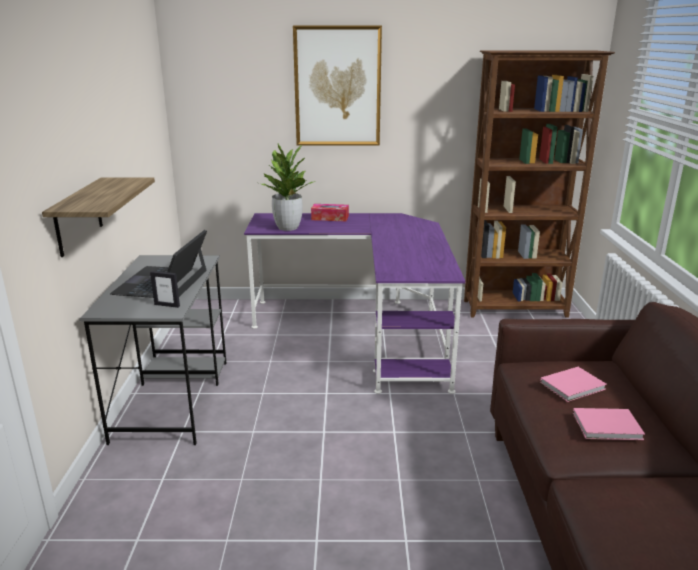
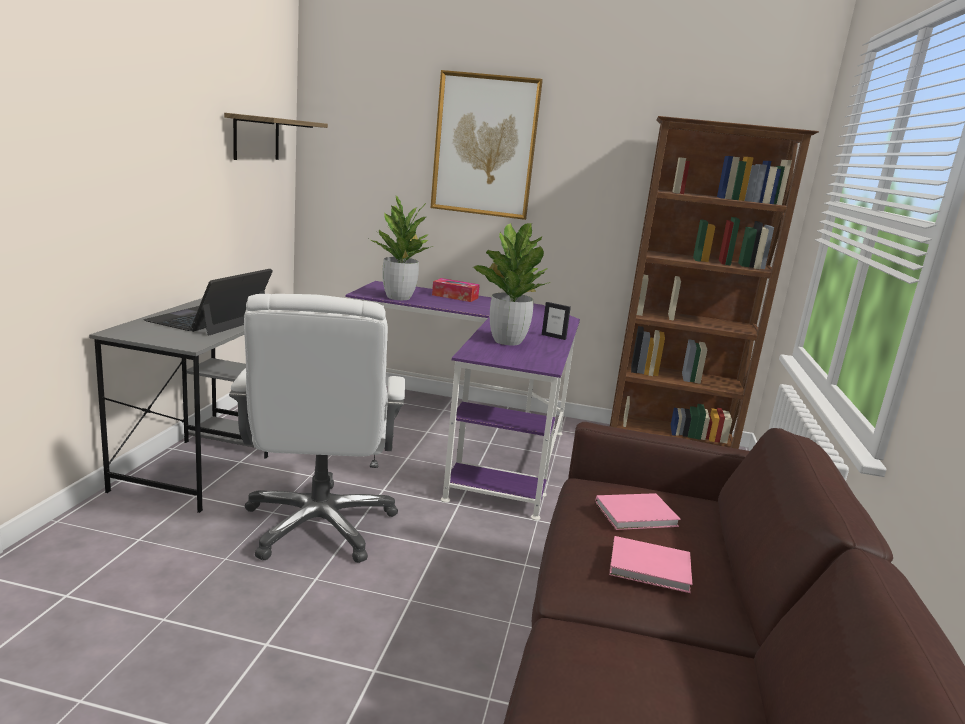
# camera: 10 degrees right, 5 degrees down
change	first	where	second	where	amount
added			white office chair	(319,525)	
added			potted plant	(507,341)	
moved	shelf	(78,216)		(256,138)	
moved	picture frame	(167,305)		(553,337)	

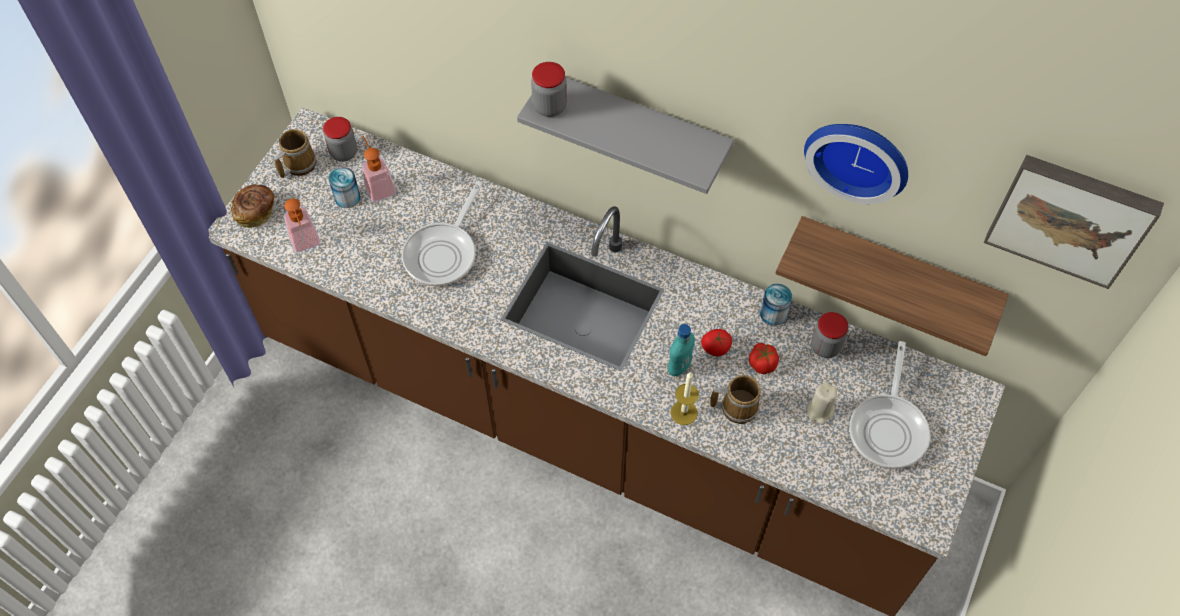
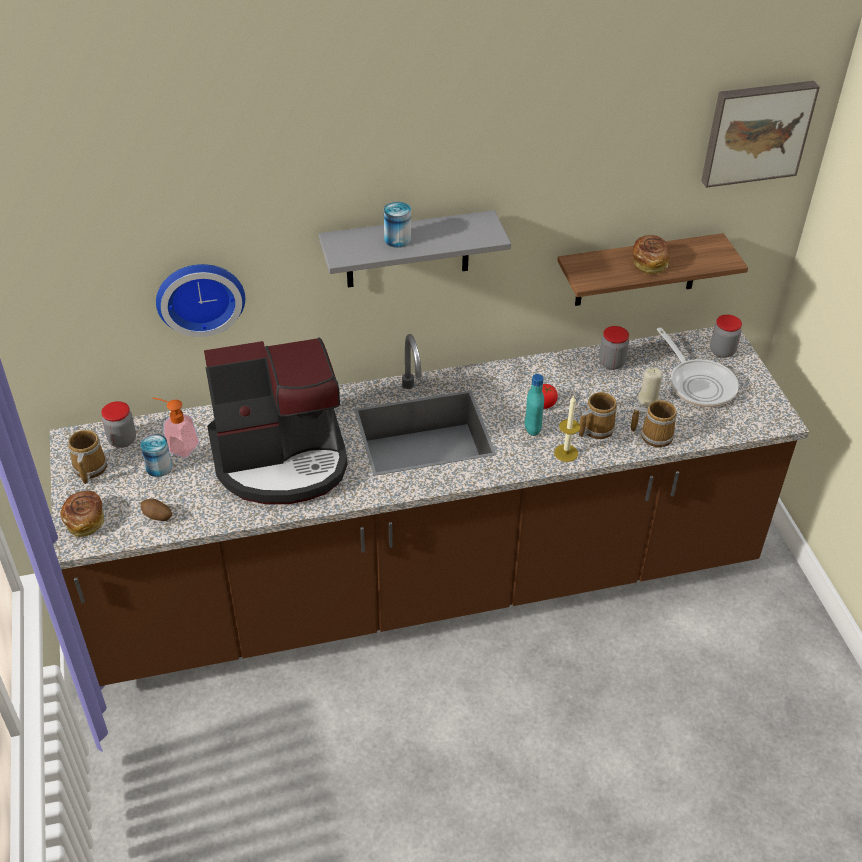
# camera: 40 degrees left, 15 degrees down
change	first	where	second	where	amount
removed	tomato	(762,363)			
added			mug	(654,435)	
added			bread	(649,262)	
moved	jar	(549,106)		(722,351)	
moved	can	(773,313)		(397,239)	
moved	wall clock	(858,156)		(200,295)	
replaced	soap dispenser	(306,244)	potato	(157,517)	
replaced	frying pan	(444,253)	coffee machine	(281,459)	

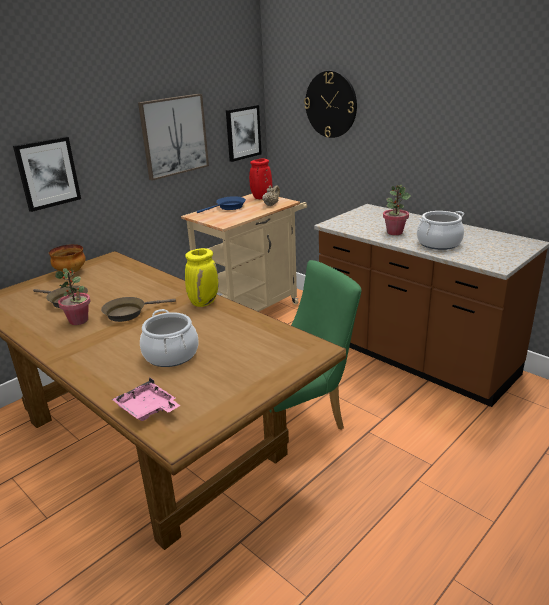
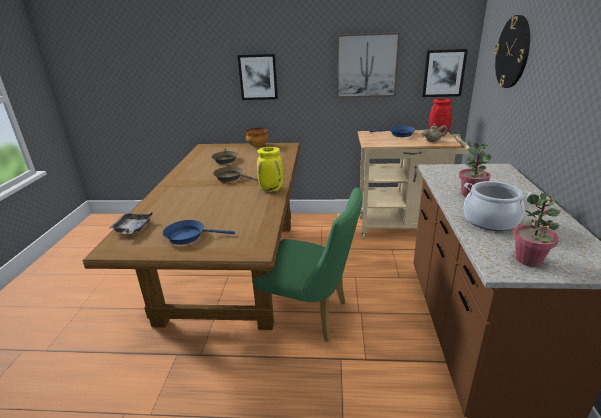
# camera: 50 degrees right, 0 degrees up
change	first	where	second	where	amount
removed	cooking pot	(171,355)			
added			blue frying pan	(189,236)	
moved	potted plant	(79,320)		(528,260)	
recoloured	pink tray	(147,409)	grey tray	(132,228)	

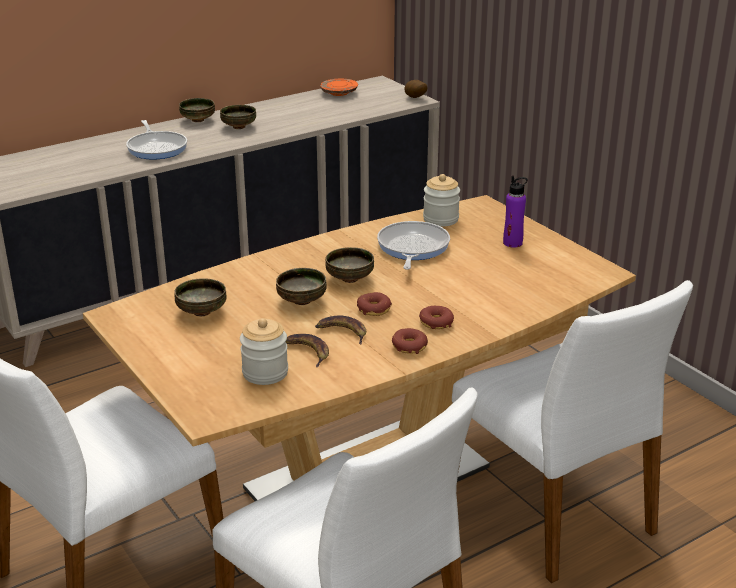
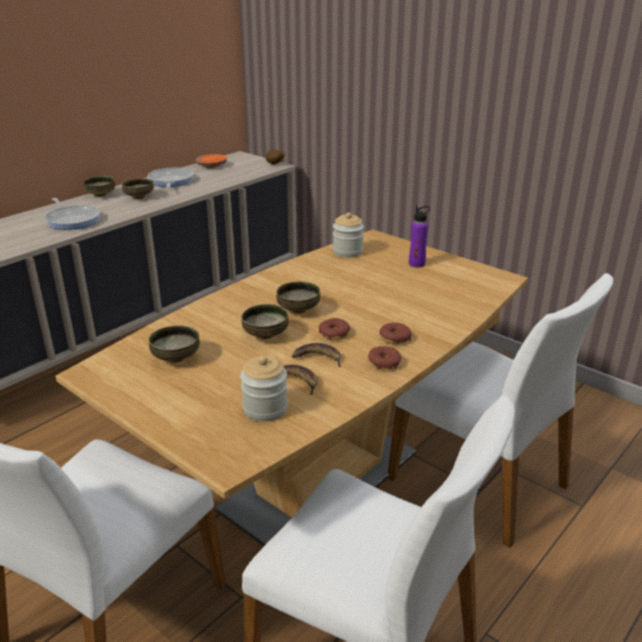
# camera: 15 degrees left, 0 degrees up
change	first	where	second	where	amount
moved	frying pan	(412,248)		(170,181)	

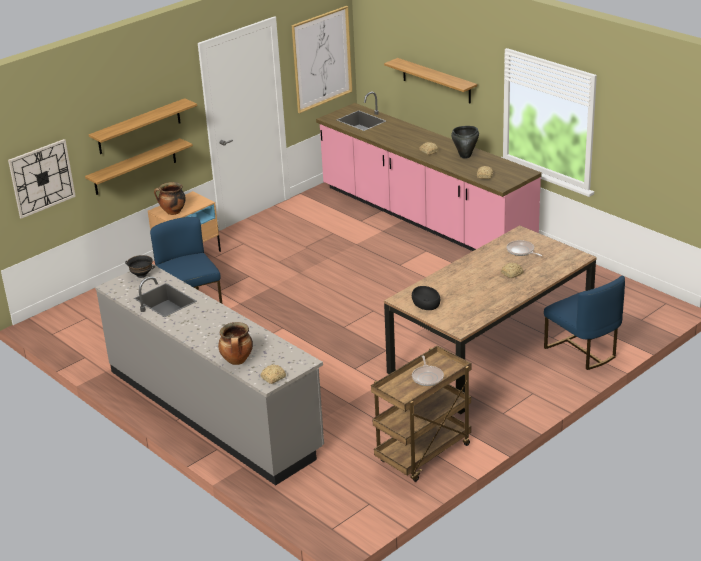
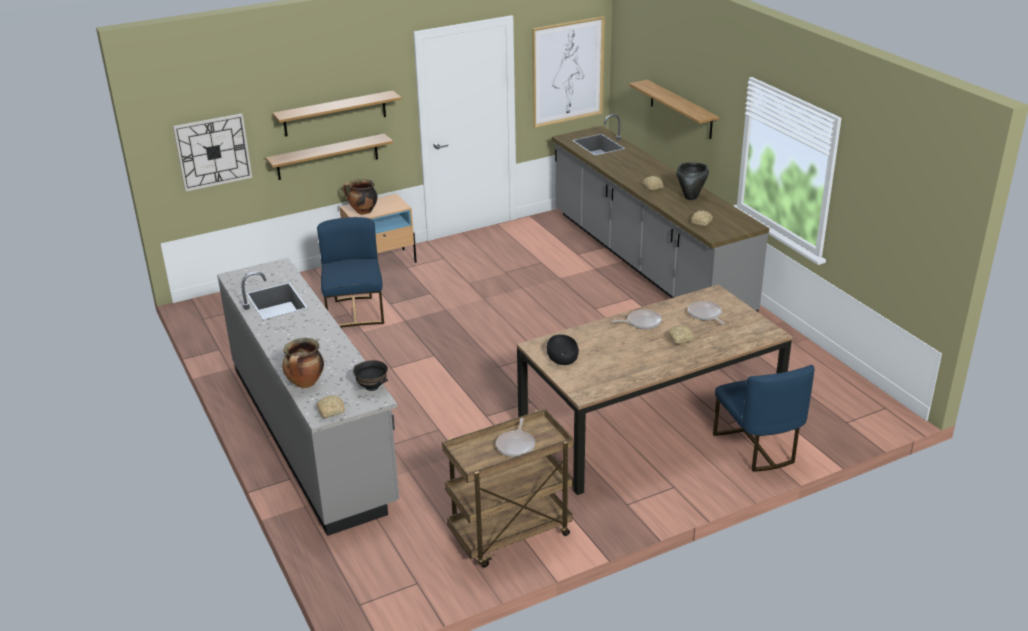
# camera: 15 degrees right, 0 degrees up
change	first	where	second	where	amount
added			frying pan	(642,322)	
moved	black bowl	(141,275)		(371,387)	
recoloured	pink counter	(424,219)	grey counter	(646,263)	

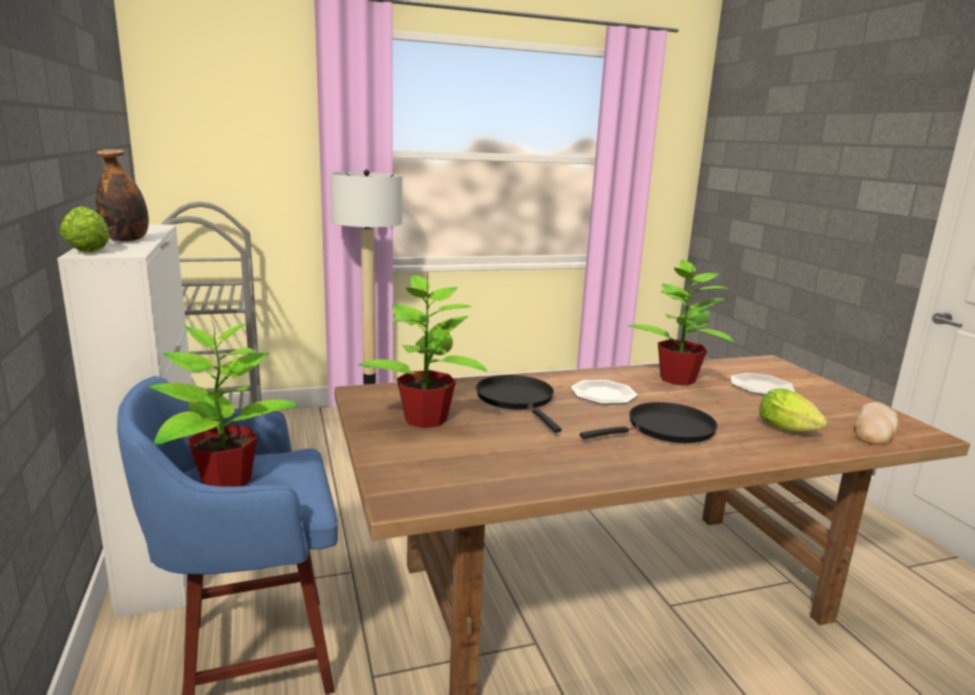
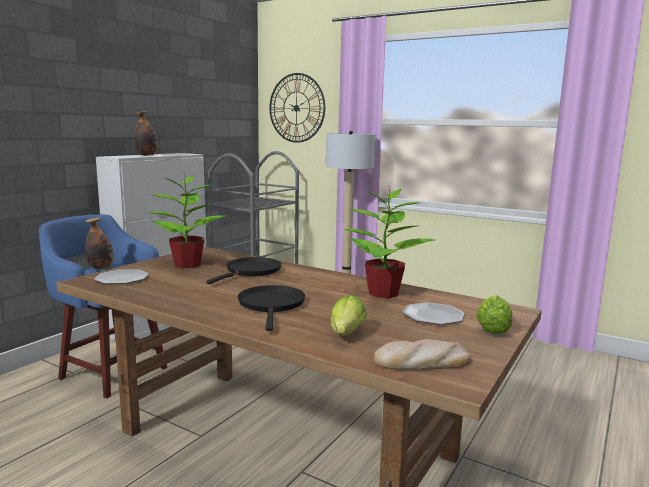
# camera: 50 degrees right, 5 degrees down
change	first	where	second	where	amount
added			wall clock	(296,108)	
moved	lettuce	(87,249)		(493,328)	
moved	plate	(603,394)		(122,278)	
replaced	potted plant	(224,481)	bottle	(101,268)	
turned	black frying pan	(665,429)		(272,305)	120 degrees counterclockwise

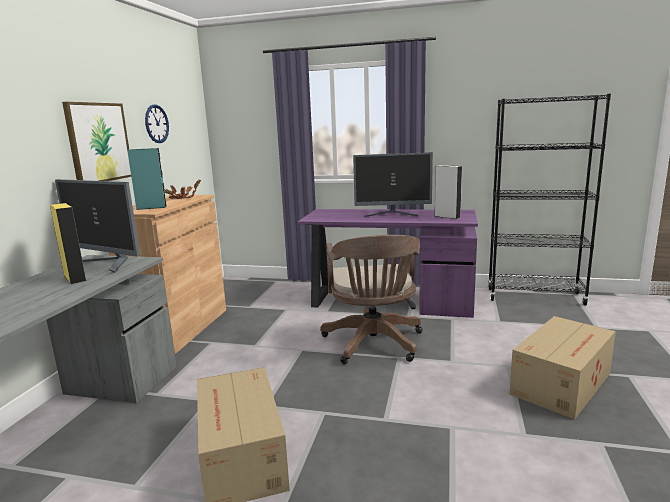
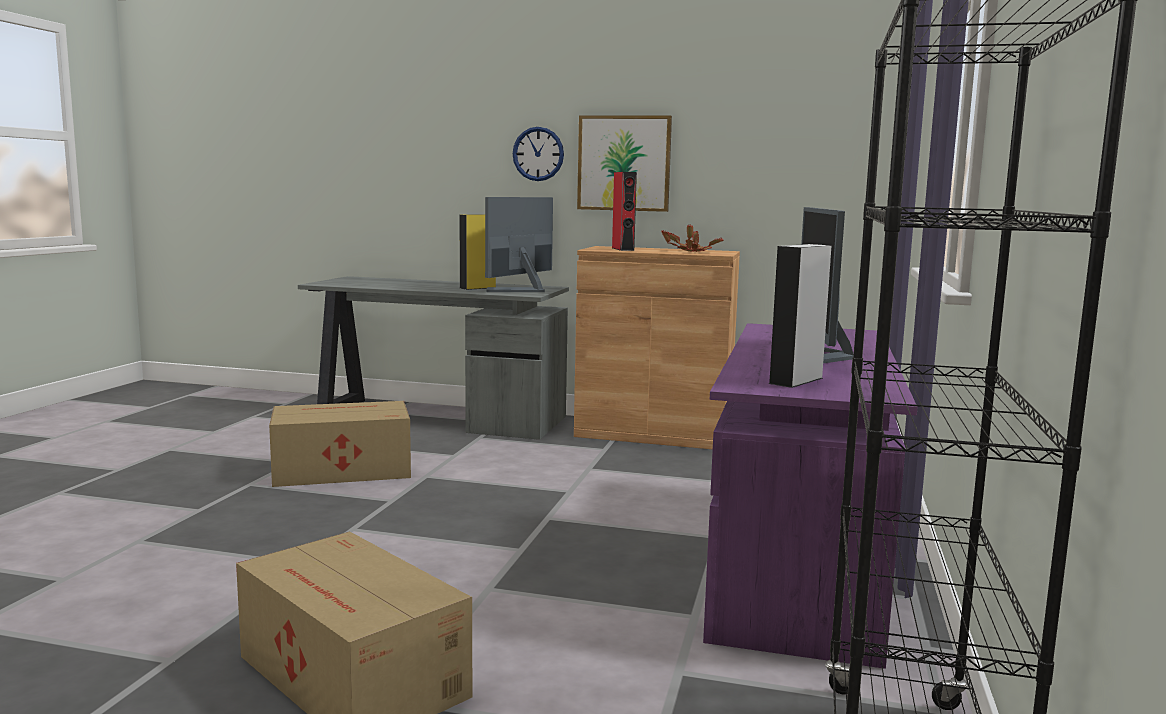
# camera: 90 degrees right, 5 degrees down
change	first	where	second	where	amount
removed	brown office chair	(374,344)			
moved	wall clock	(156,124)		(538,154)	
recoloured	turquoise speaker	(151,207)	red speaker	(623,249)	

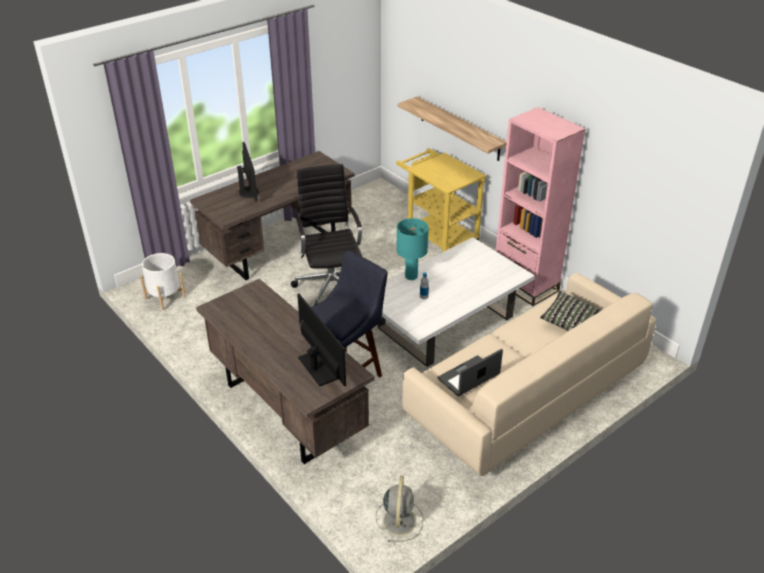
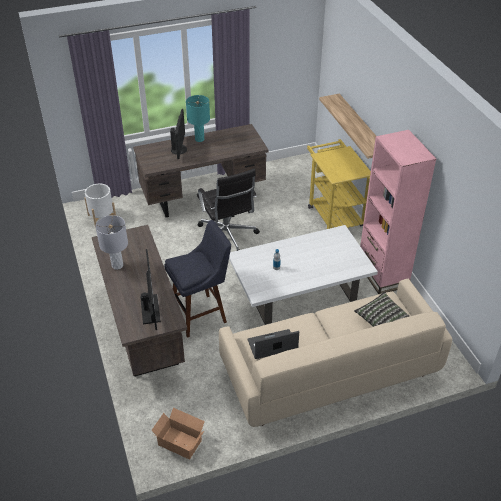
# camera: 20 degrees right, 5 degrees up
change	first	where	second	where	amount
added			grey table lamp	(117,265)	
moved	turquoise table lamp	(411,276)		(199,139)	
replaced	grey fan	(399,520)	cardboard box	(180,441)	
turned	black office chair	(331,285)		(227,237)	150 degrees clockwise

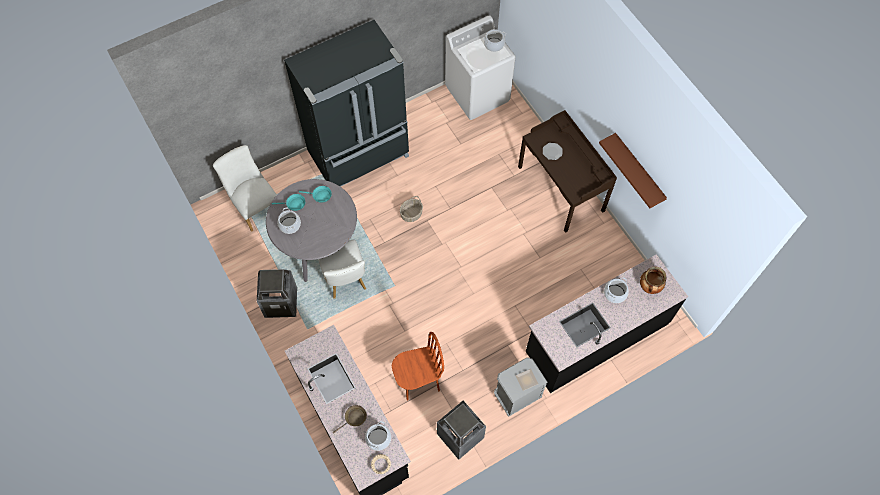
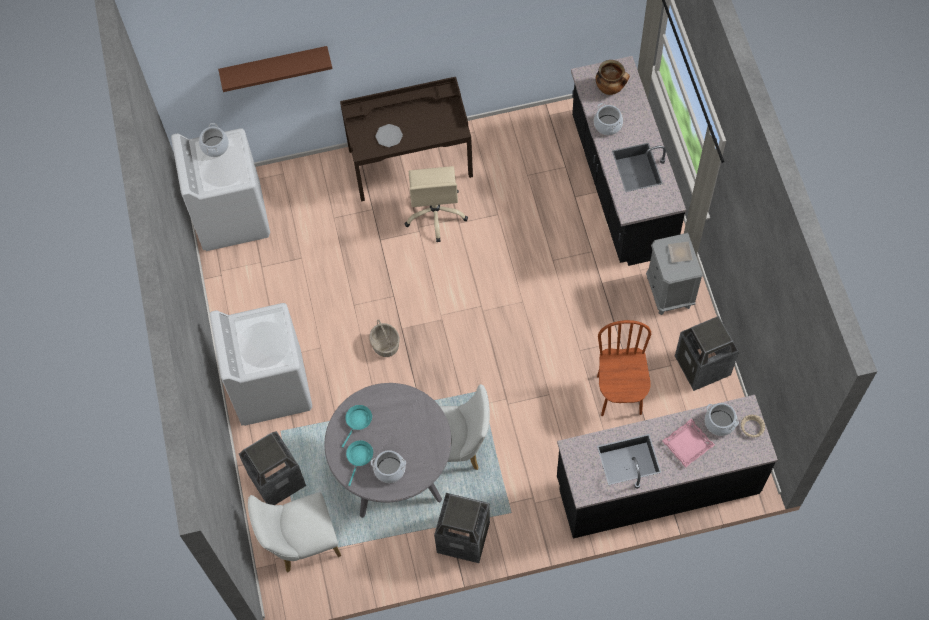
# camera: 70 degrees left, 0 degrees up
change	first	where	second	where	amount
added			trash can	(277,480)	
added			beige office chair	(435,214)	
moved	brown shelf	(638,170)		(274,65)	
replaced	black fridge	(360,155)	white washing machine	(271,386)	
replaced	brown frying pan	(354,418)	pink tray	(687,444)	

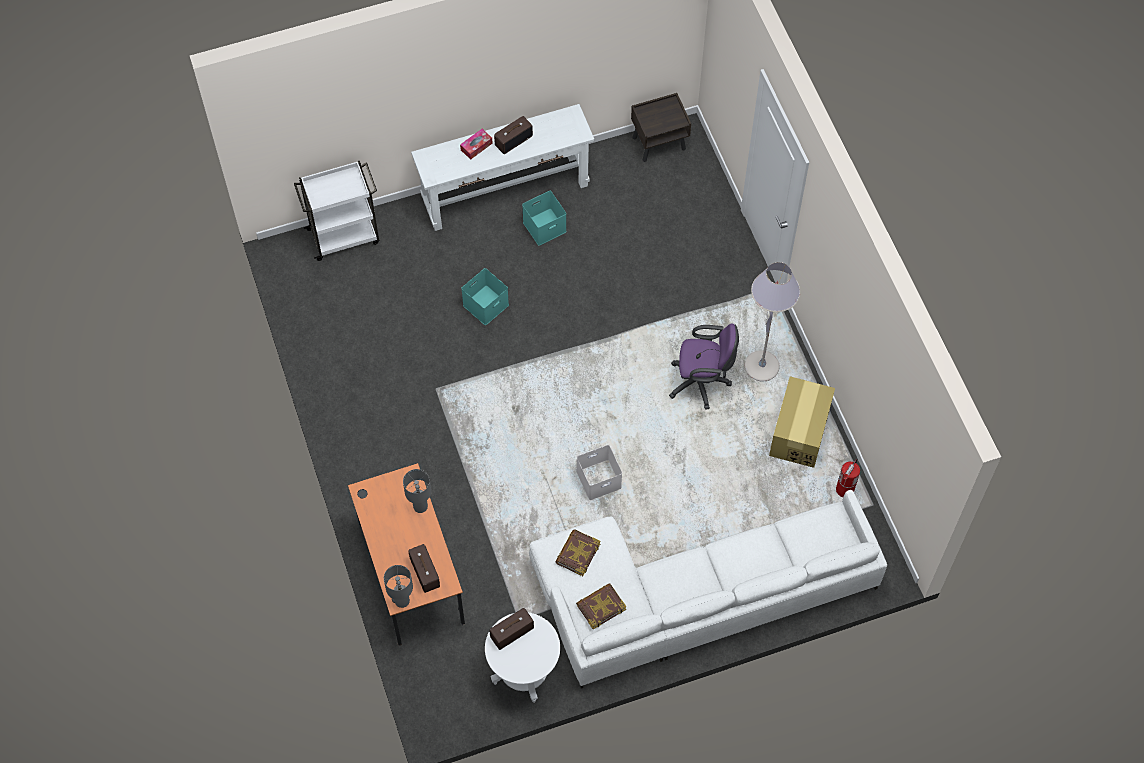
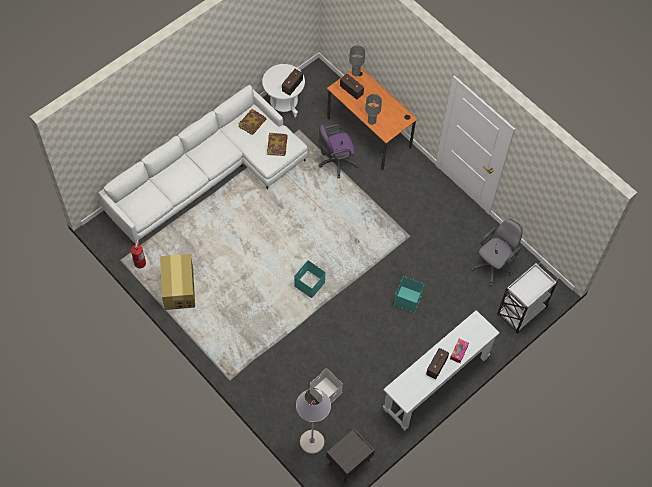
# camera: 155 degrees right, 0 degrees up
change	first	where	second	where	amount
added			grey office chair	(494,265)	
moved	turquoise storage box	(545,226)		(309,285)	
moved	white storage box	(598,481)		(325,391)	
moved	purple office chair	(702,382)		(336,162)	
moved	grey floor lamp	(762,366)		(311,442)	

